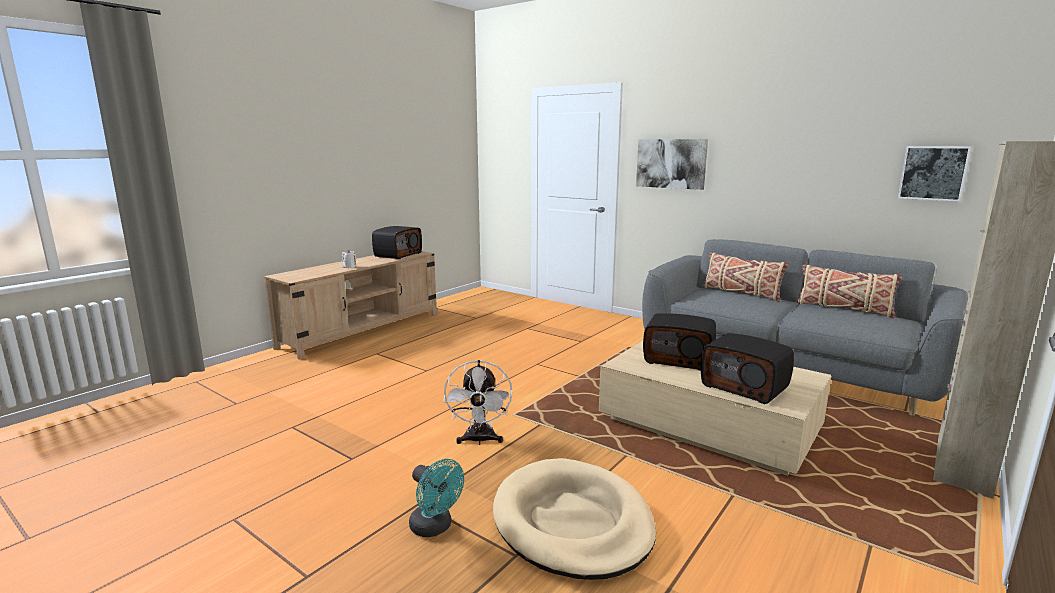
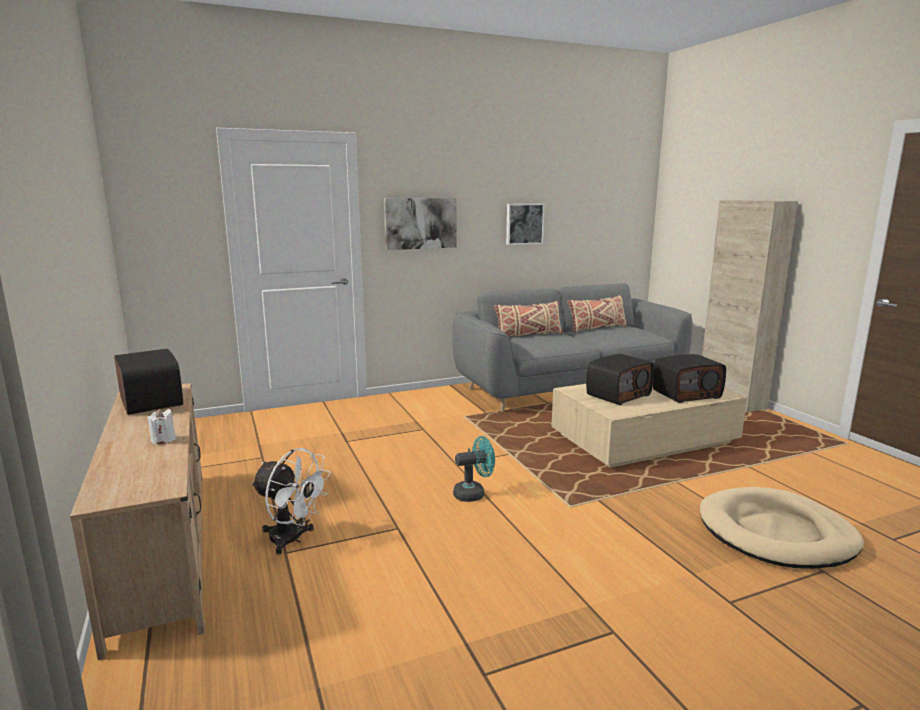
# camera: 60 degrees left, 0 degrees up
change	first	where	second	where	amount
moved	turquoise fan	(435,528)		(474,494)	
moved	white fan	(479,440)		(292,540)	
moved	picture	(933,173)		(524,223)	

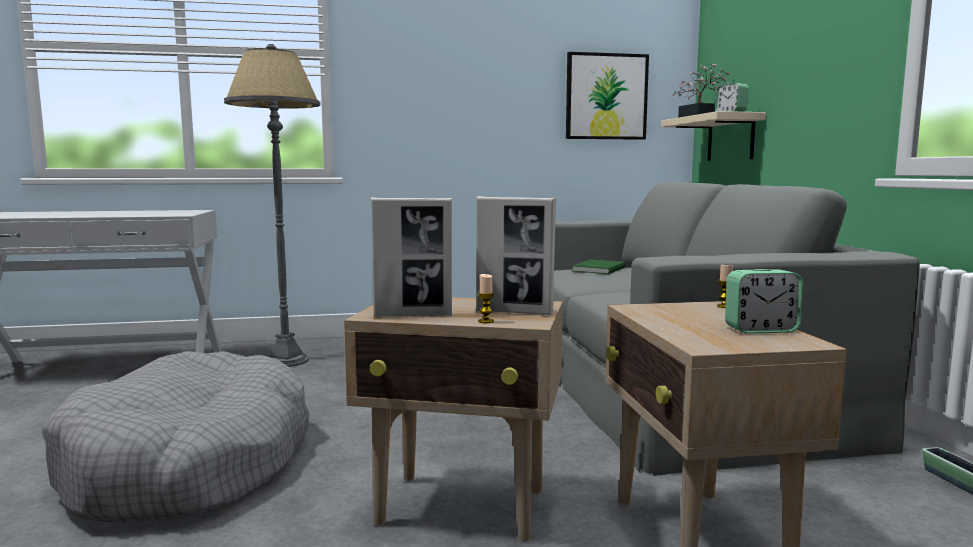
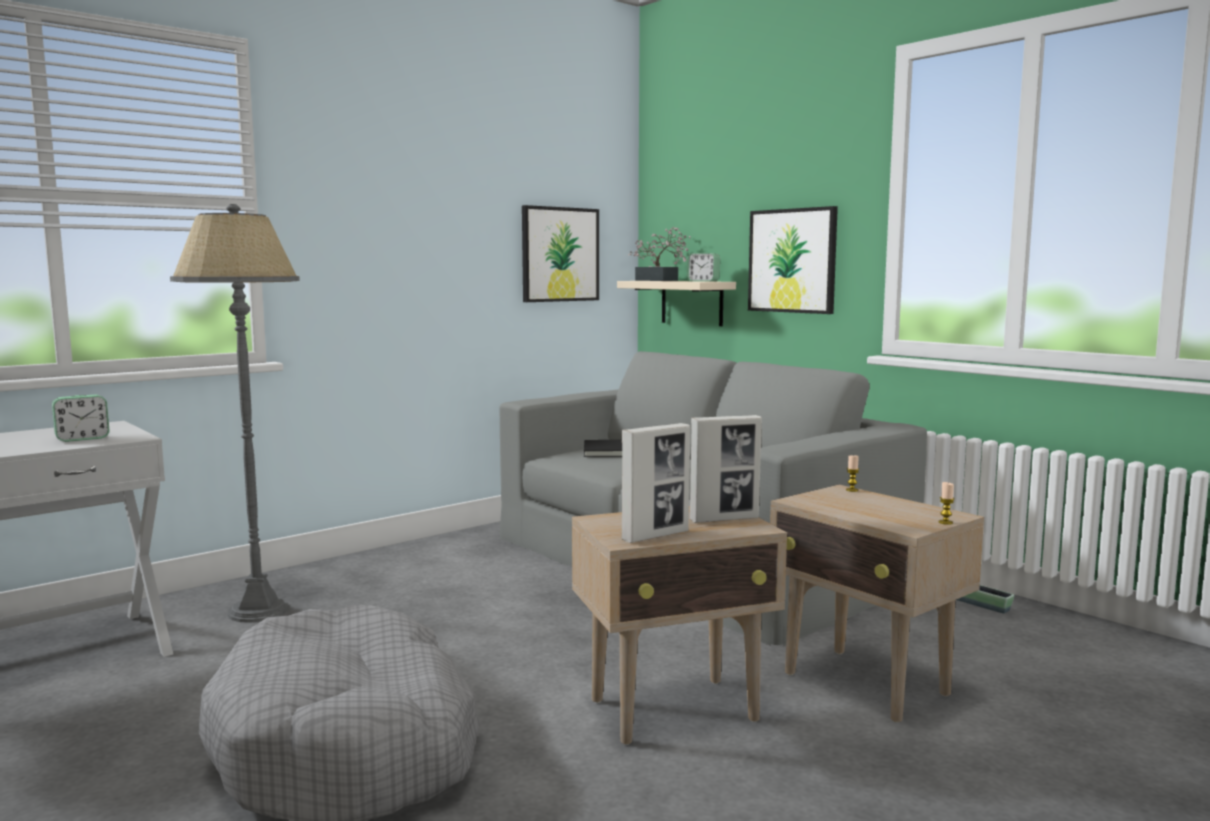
# camera: 30 degrees left, 0 degrees up
change	first	where	second	where	amount
added			picture	(792,260)	
moved	candle	(486,321)		(945,522)	
moved	alarm clock	(761,330)		(82,438)	
recoloured	green book	(597,269)	black book	(603,451)	

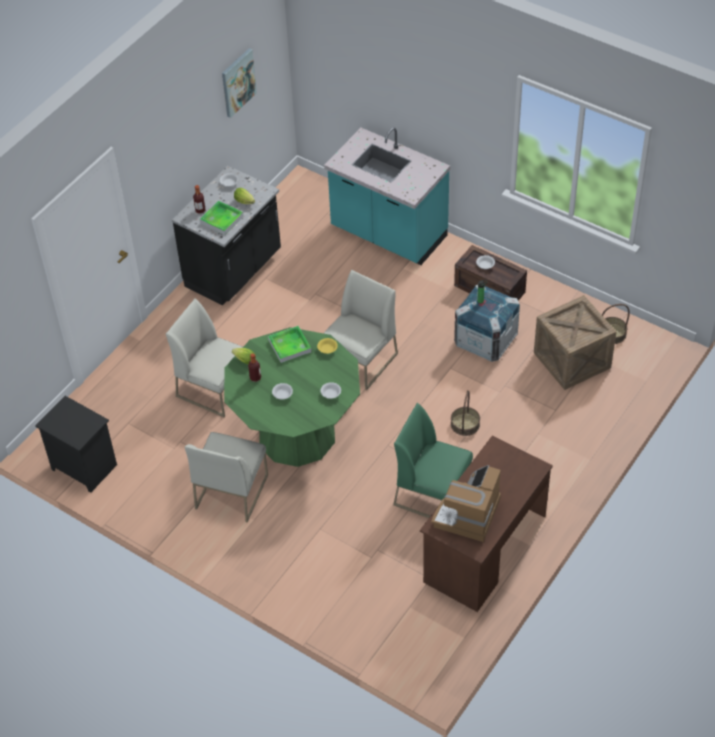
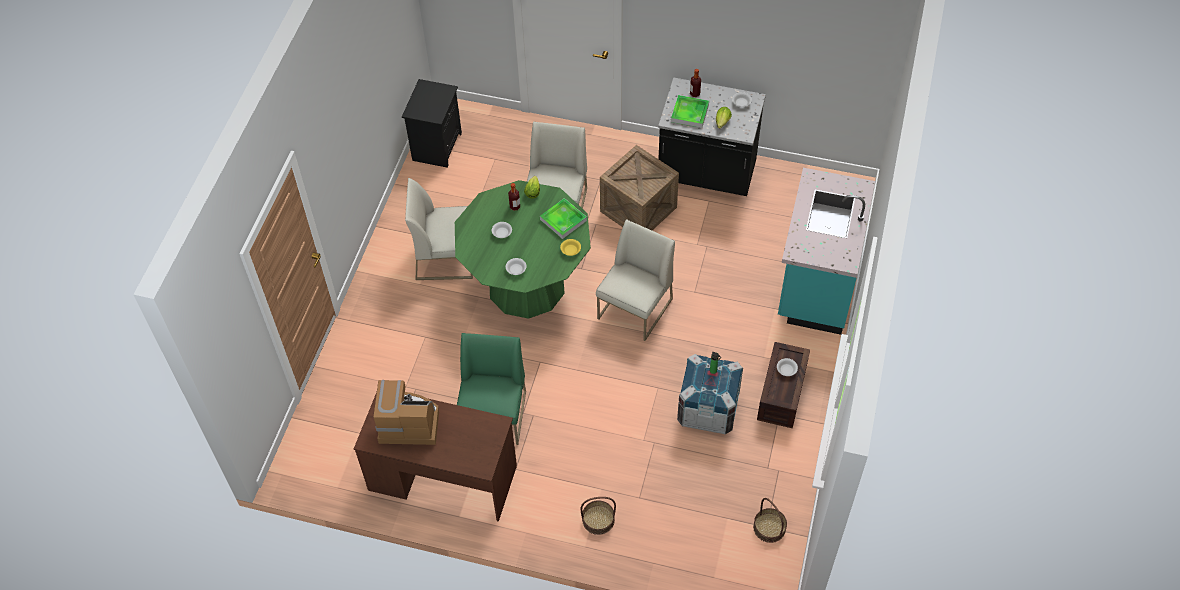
# camera: 70 degrees right, 5 degrees up
change	first	where	second	where	amount
removed	picture	(238,82)			
moved	basket	(465,424)		(598,520)	
moved	crate	(572,360)		(638,209)	
turned	white chair	(360,361)		(635,309)	75 degrees counterclockwise

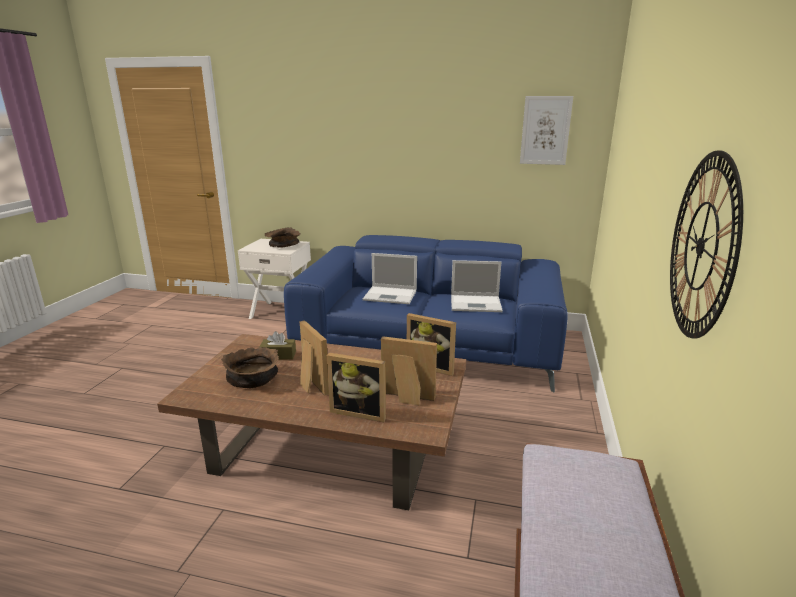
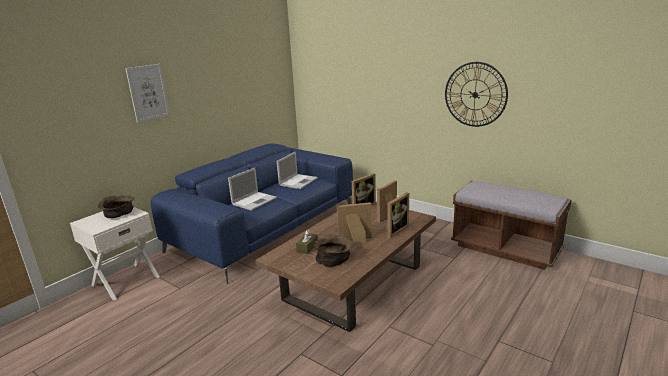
# camera: 65 degrees left, 0 degrees up
change	first	where	second	where	amount
moved	picture	(545,130)		(148,92)	

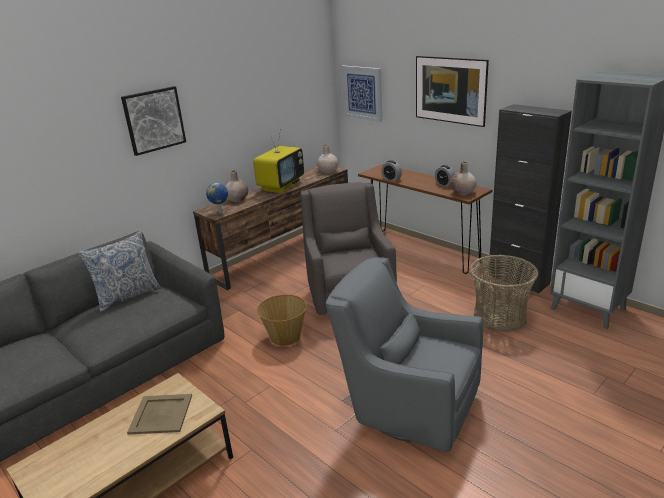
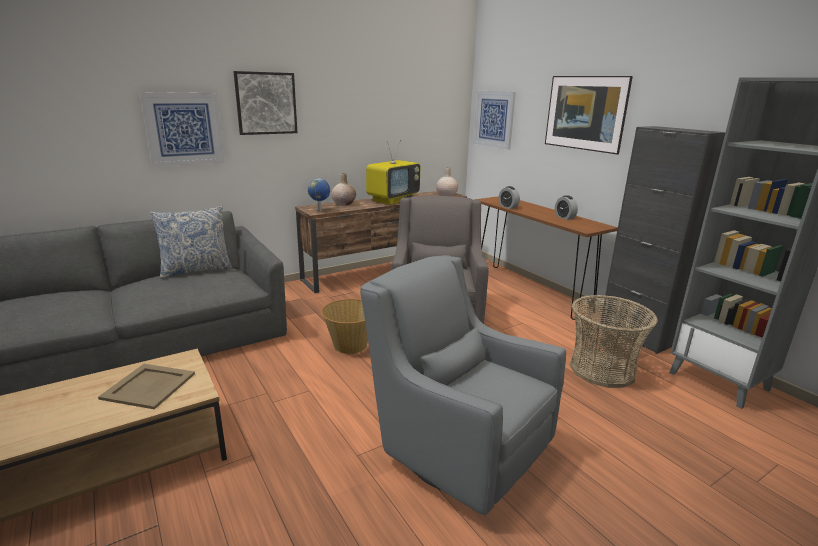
# camera: 10 degrees right, 5 degrees down
change	first	where	second	where	amount
removed	beige vase	(463,192)			
added			picture	(184,129)	

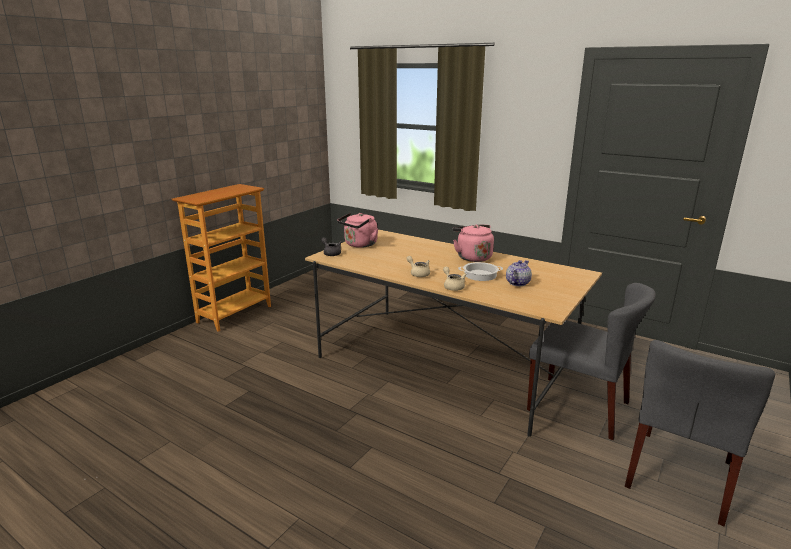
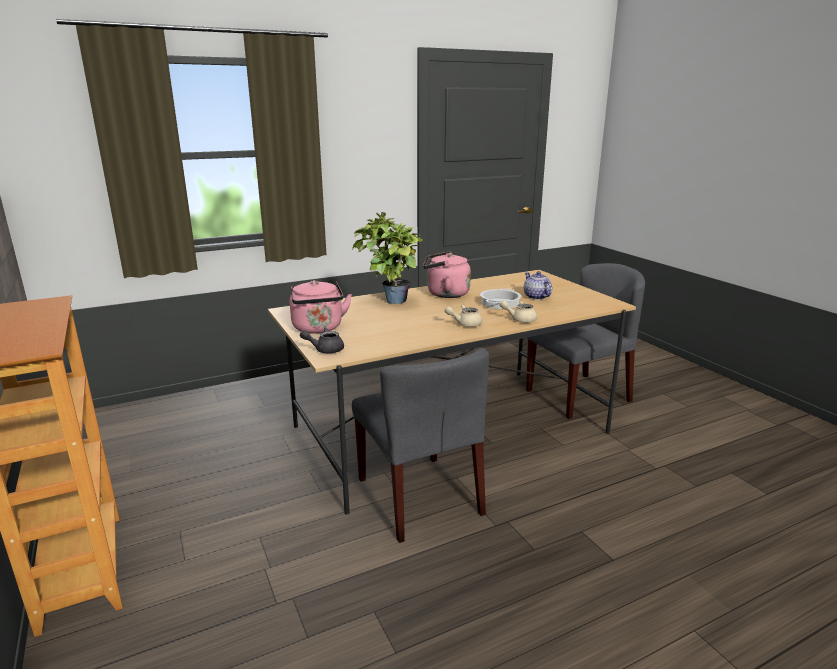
# camera: 60 degrees left, 0 degrees up
change	first	where	second	where	amount
added			potted plant	(390,301)	
moved	grey chair	(680,475)		(419,496)	

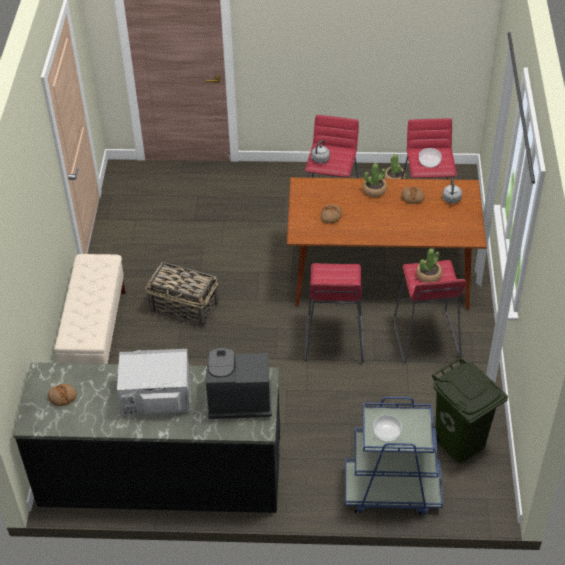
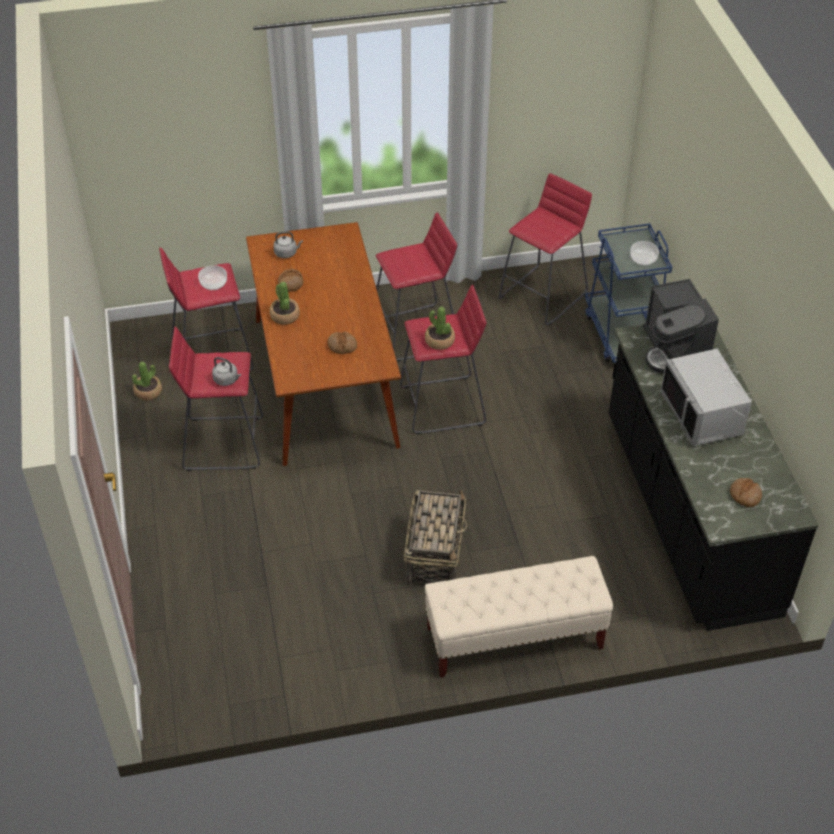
# camera: 105 degrees left, 0 degrees up
change	first	where	second	where	amount
moved	potted plant	(428,275)		(439,341)	
replaced	green trash can	(459,441)	red stool	(543,295)	

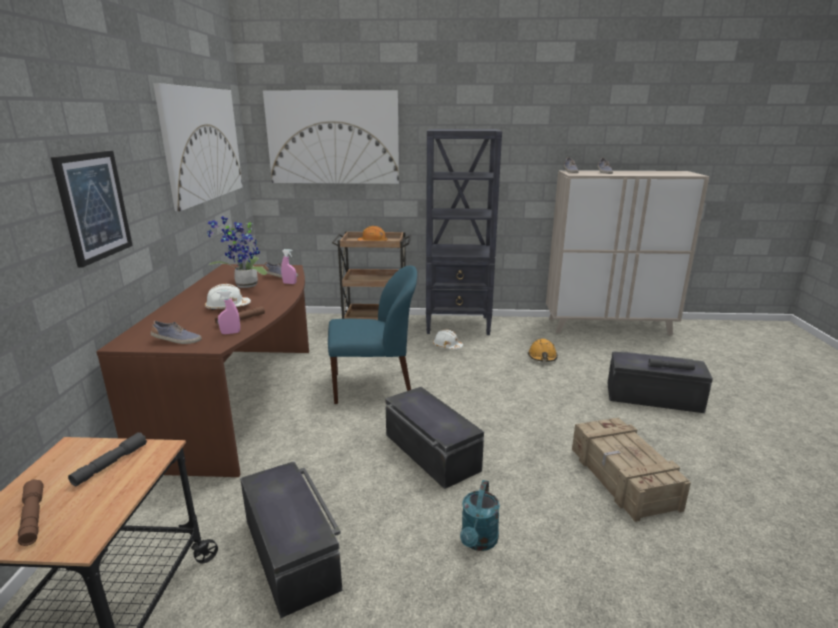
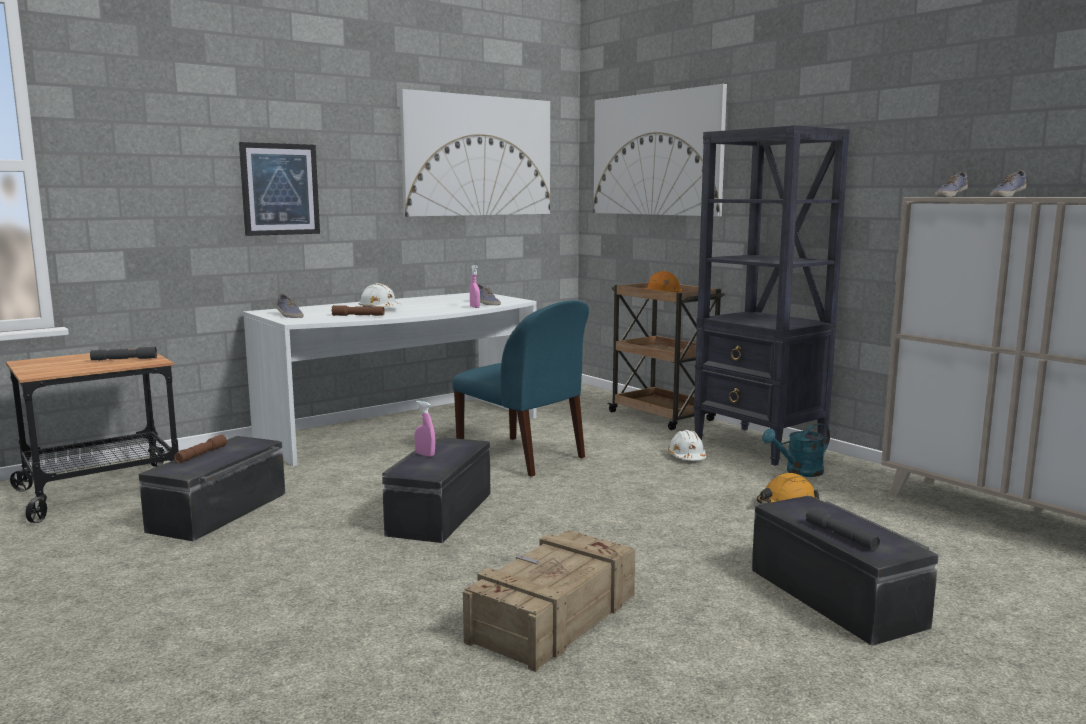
# camera: 50 degrees right, 10 degrees down
change	first	where	second	where	amount
removed	potted plant	(244,286)			
moved	brown flashlight	(33,518)		(201,454)	
moved	pink spray bottle	(230,333)		(425,455)	
moved	turquoise watering can	(478,542)		(798,472)	
recoloured	brown desk	(243,400)	white desk	(404,429)	

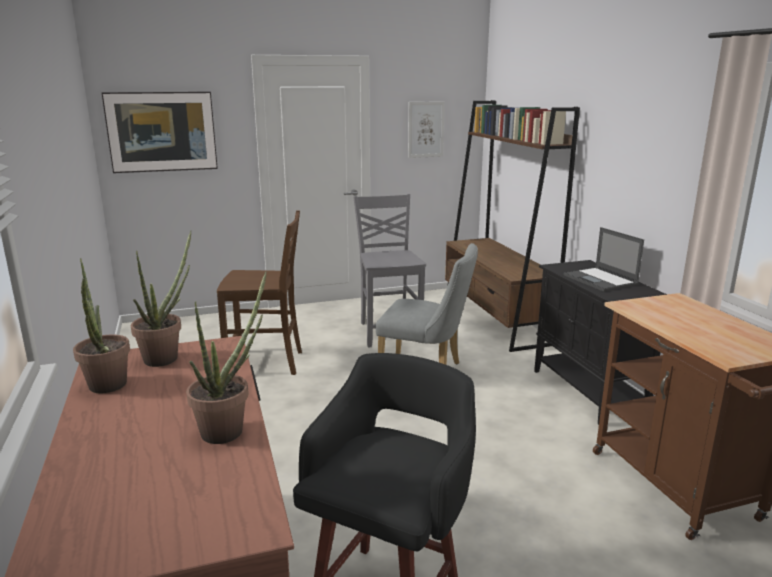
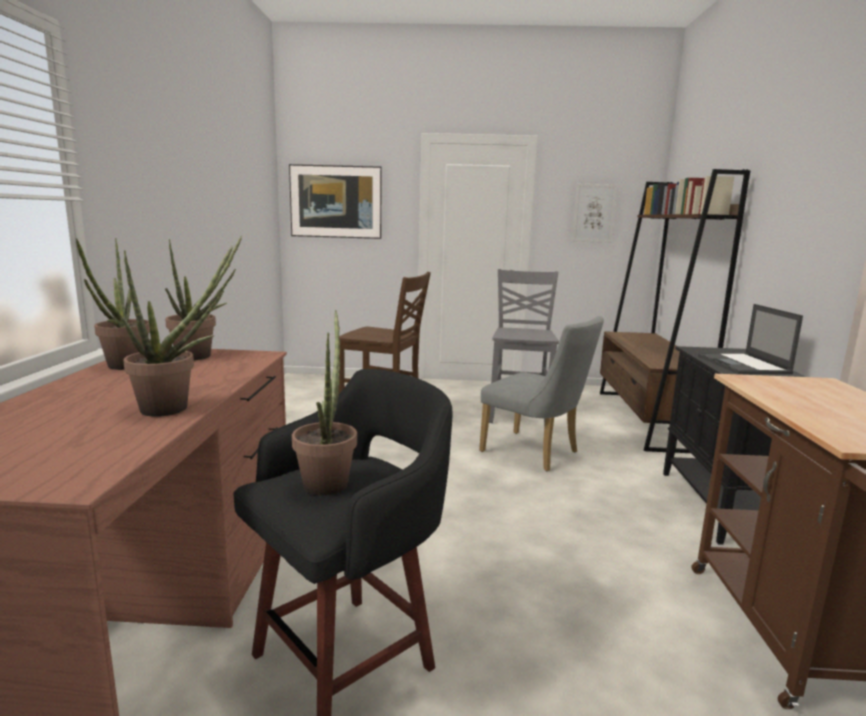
# camera: 20 degrees right, 5 degrees down
change	first	where	second	where	amount
added			potted plant	(327,480)	

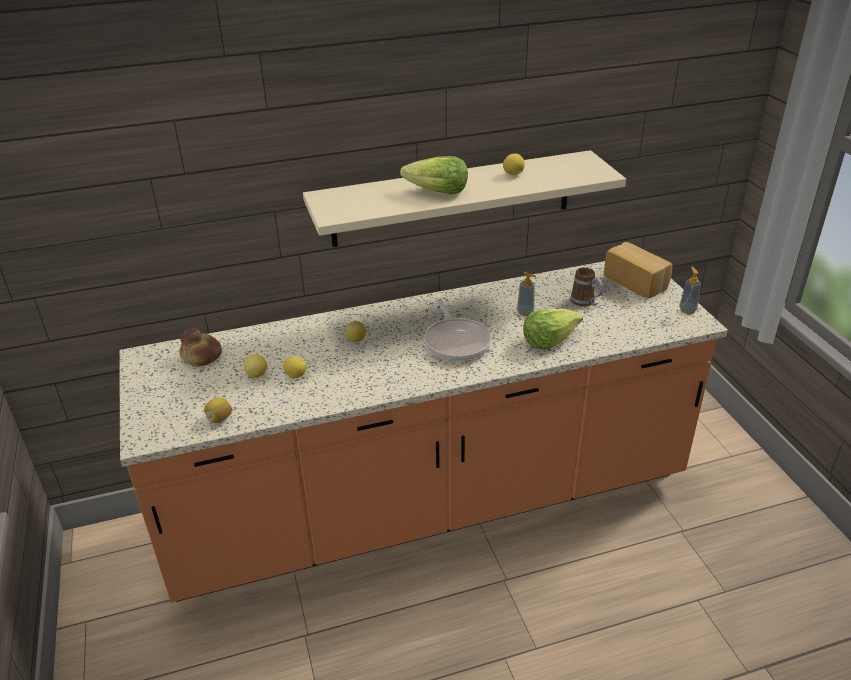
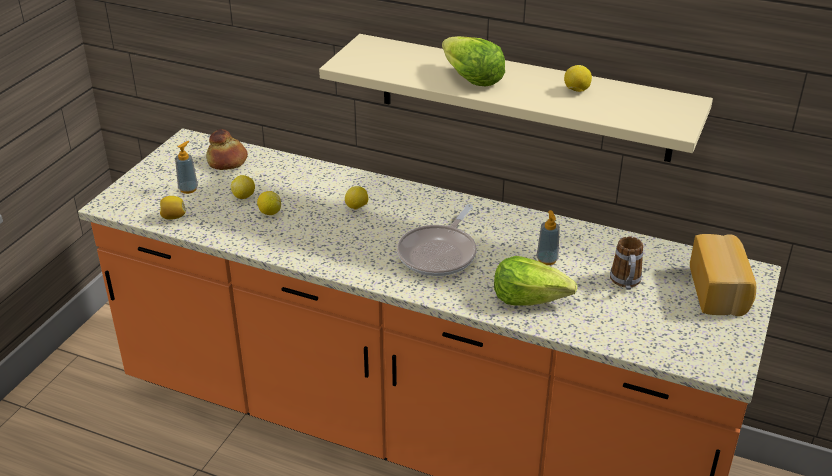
# camera: 40 degrees right, 0 degrees up
change	first	where	second	where	amount
moved	soap dispenser	(687,310)		(188,189)	

